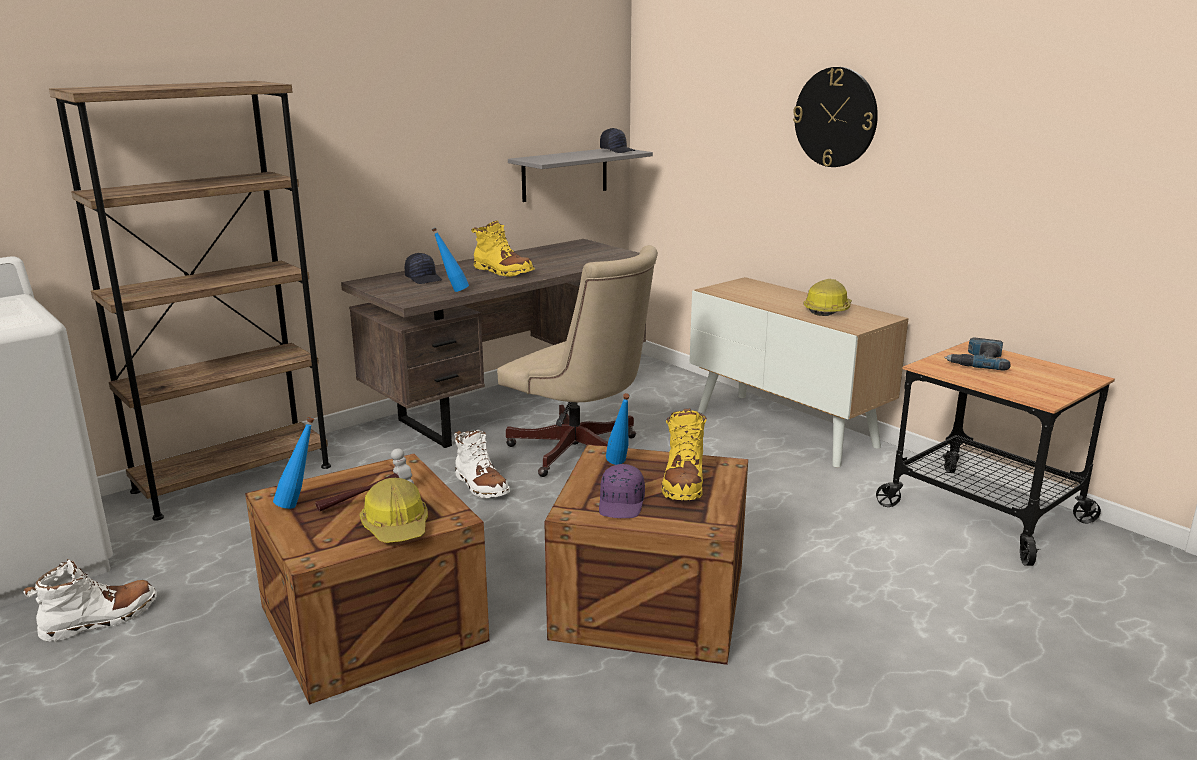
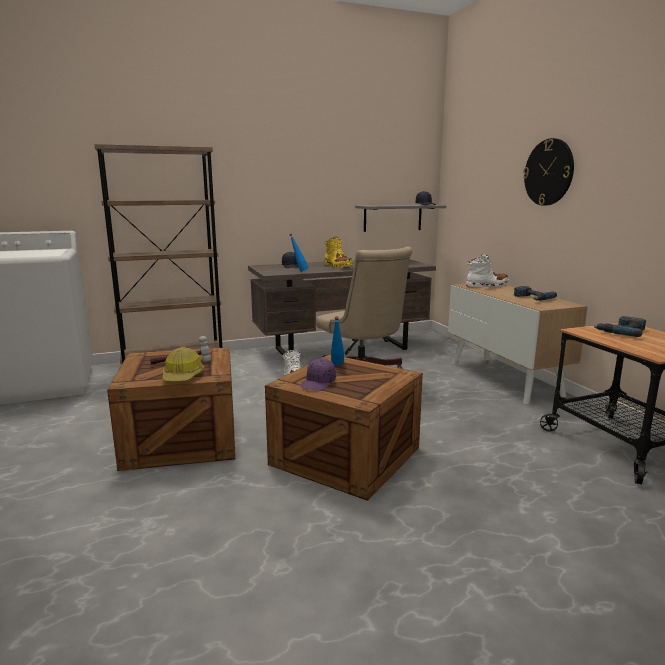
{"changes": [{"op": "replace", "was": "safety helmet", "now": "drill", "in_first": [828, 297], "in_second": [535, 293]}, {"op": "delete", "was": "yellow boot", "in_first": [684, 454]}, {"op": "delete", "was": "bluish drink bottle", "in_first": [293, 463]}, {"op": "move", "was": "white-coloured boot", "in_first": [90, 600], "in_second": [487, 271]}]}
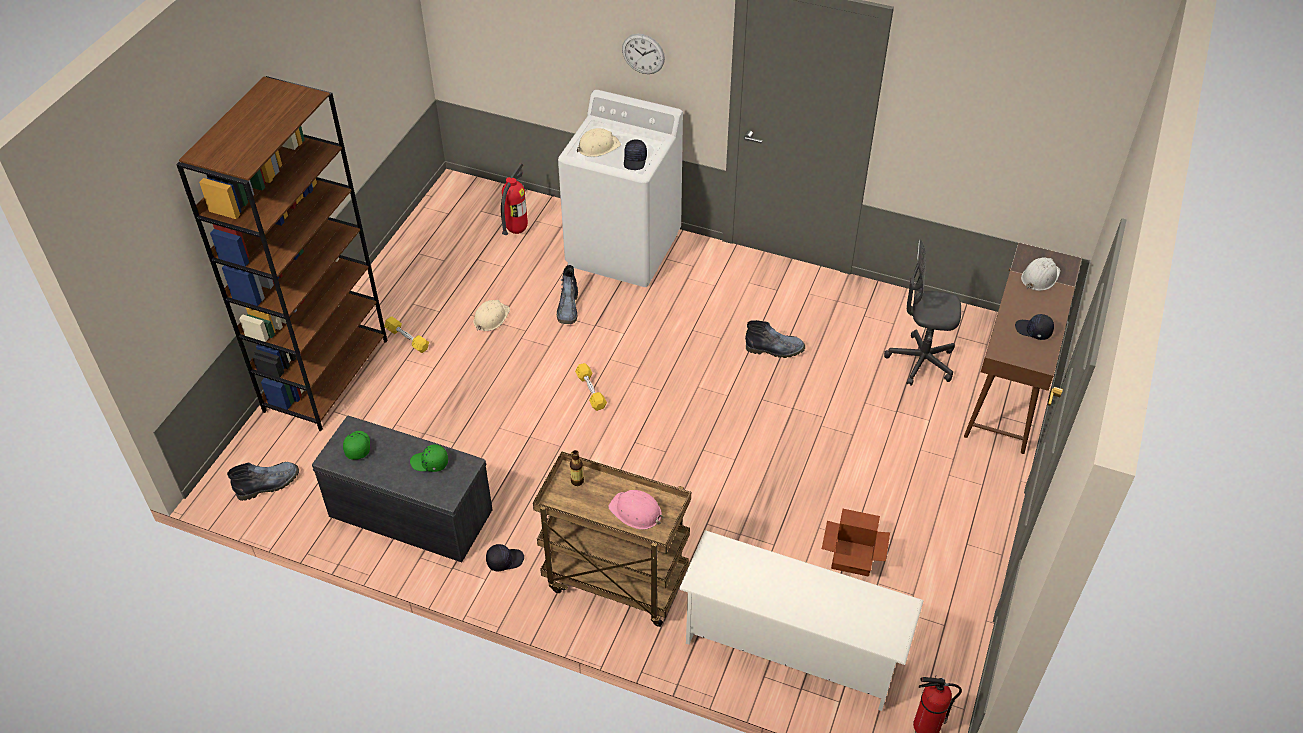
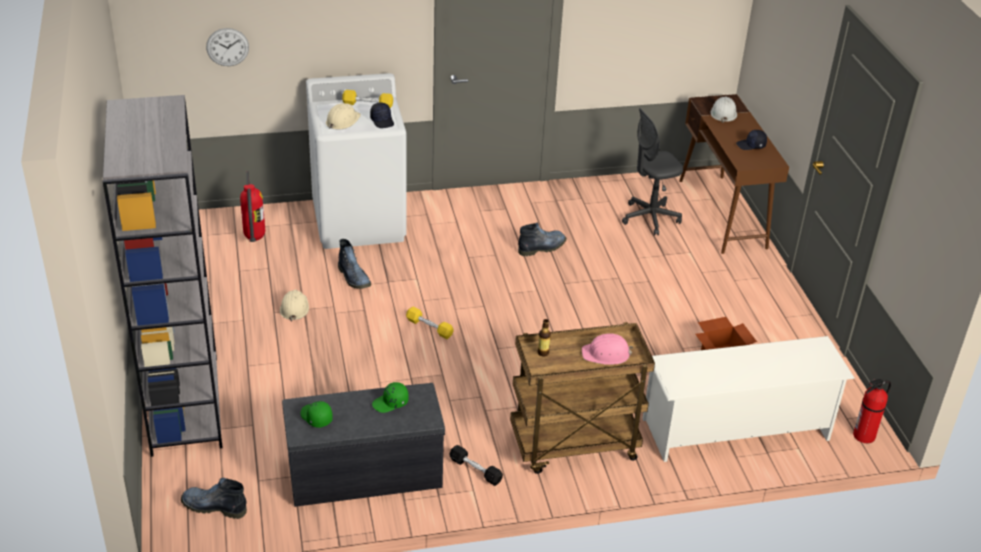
{"changes": [{"op": "move", "was": "wall clock", "in_first": [643, 54], "in_second": [227, 47]}, {"op": "recolor", "was": "brownish shelving unit", "now": "grey shelving unit", "in_first": [281, 253], "in_second": [163, 276]}, {"op": "move", "was": "yellow free weight", "in_first": [407, 334], "in_second": [367, 99]}, {"op": "rotate", "was": "boot", "in_first": [263, 481], "in_second": [214, 498], "clockwise": -105}, {"op": "replace", "was": "black-coloured baseball cap", "now": "black-coloured free weight", "in_first": [505, 557], "in_second": [476, 465]}]}
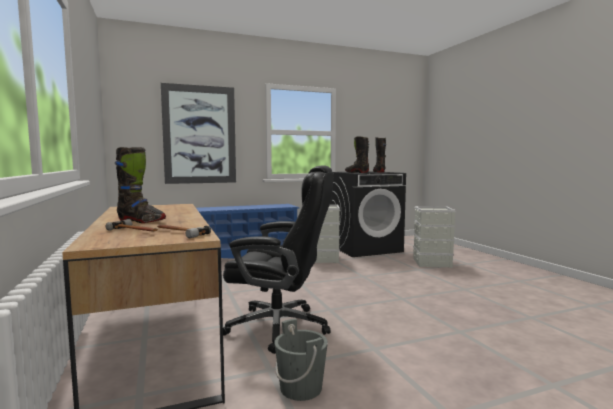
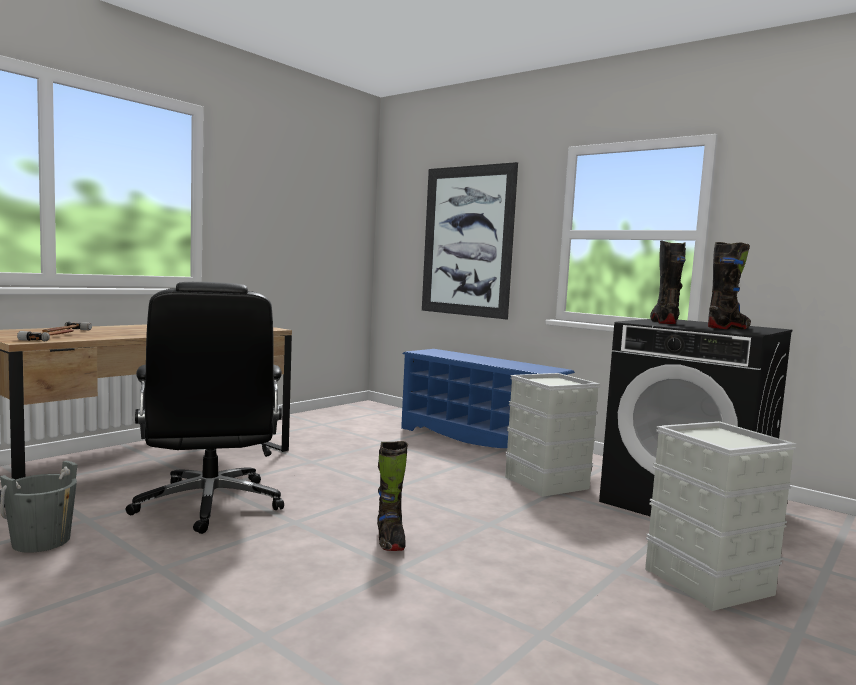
{"changes": [{"op": "move", "was": "black-coloured boot", "in_first": [140, 185], "in_second": [392, 496]}]}
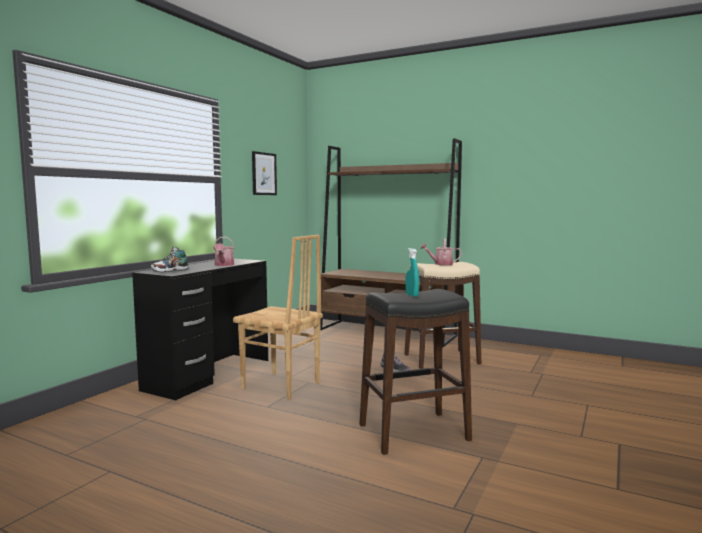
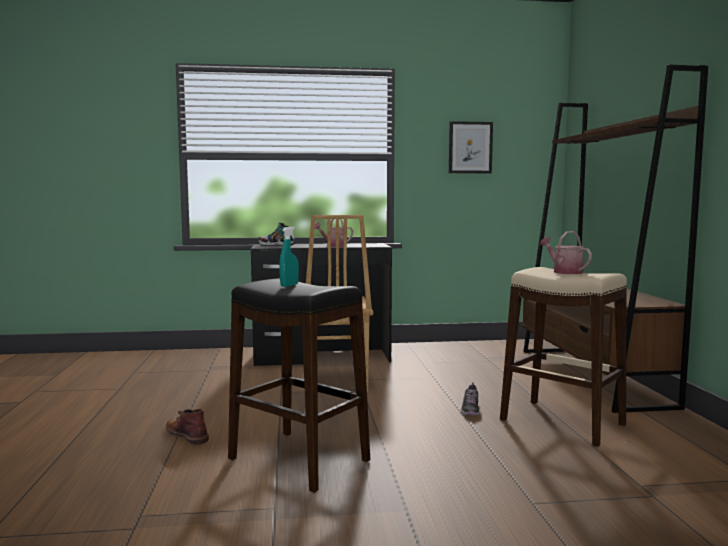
{"changes": [{"op": "insert", "now": "brownish boot", "in_second": [187, 427]}]}
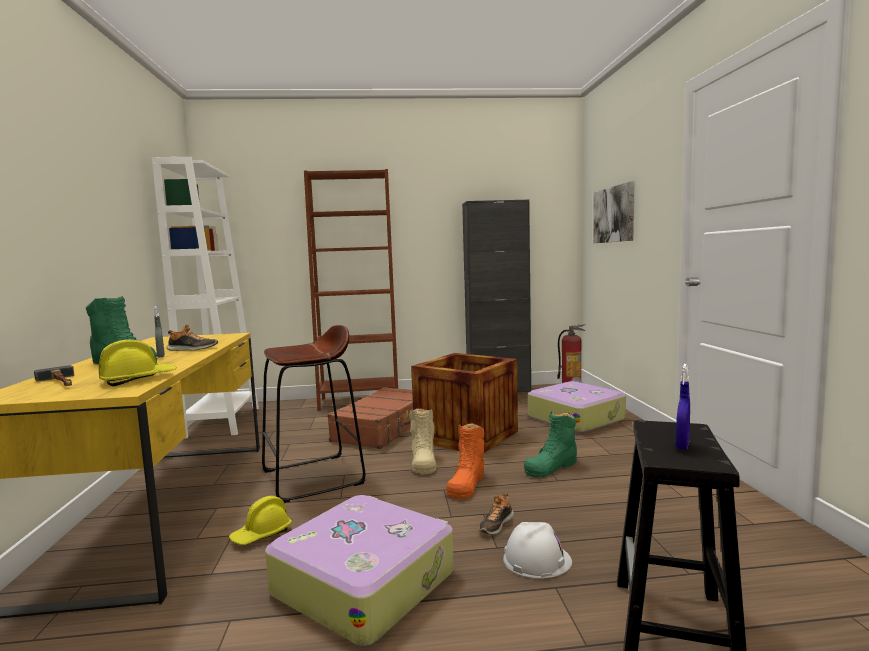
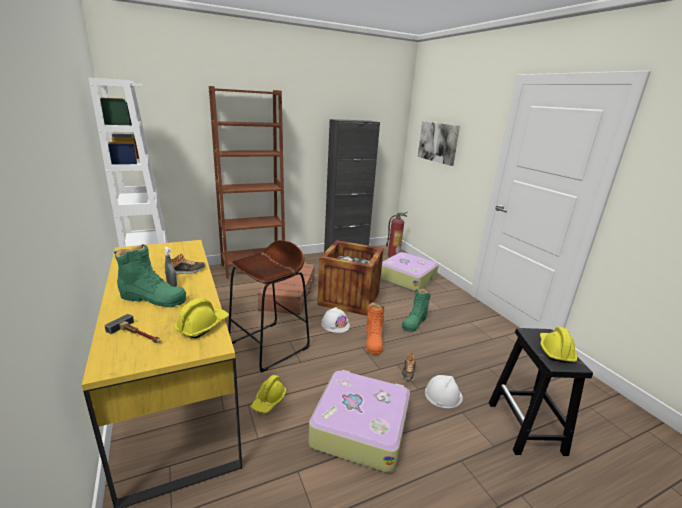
{"changes": [{"op": "replace", "was": "bluish hand sprayer", "now": "yellow safety helmet", "in_first": [683, 407], "in_second": [558, 345]}, {"op": "replace", "was": "beige boot", "now": "white-coloured safety helmet", "in_first": [423, 441], "in_second": [335, 320]}]}
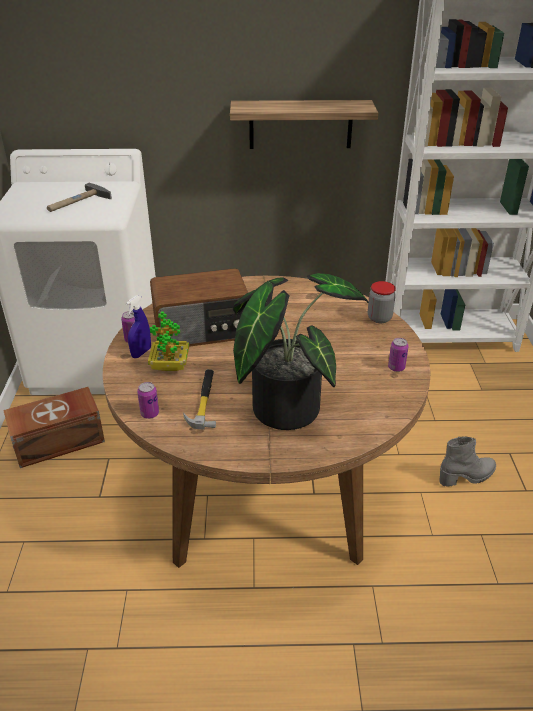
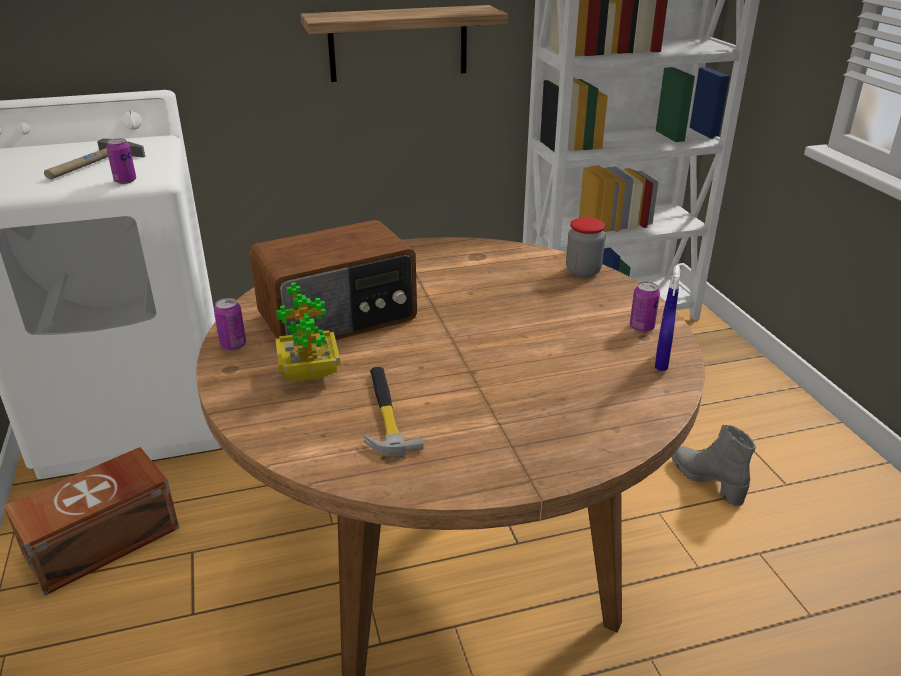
{"changes": [{"op": "delete", "was": "houseplant", "in_first": [300, 351]}, {"op": "move", "was": "bluish hand sprayer", "in_first": [138, 326], "in_second": [667, 318]}, {"op": "move", "was": "metal can", "in_first": [148, 400], "in_second": [121, 161]}, {"op": "rotate", "was": "grey boot", "in_first": [467, 461], "in_second": [714, 465], "clockwise": -90}]}
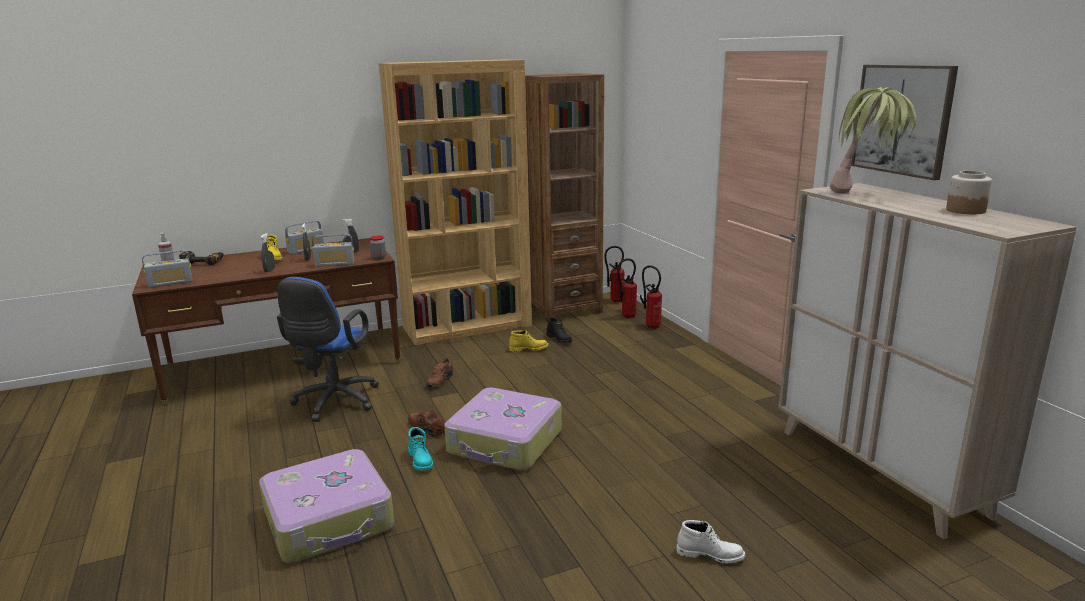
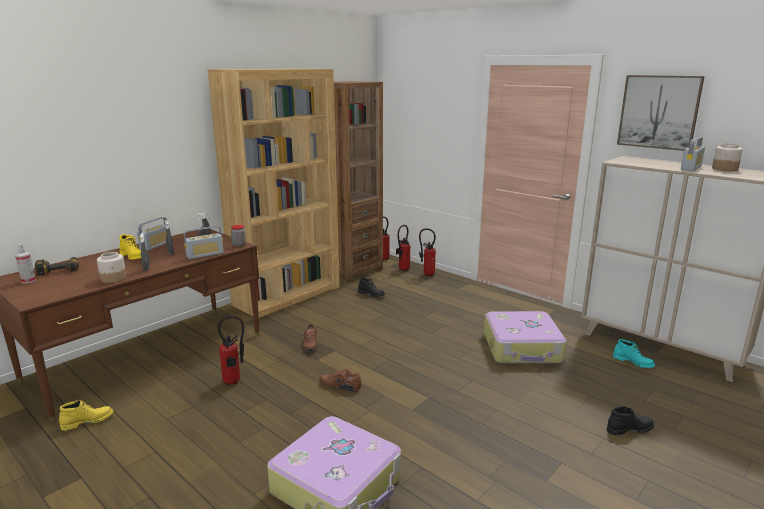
{"changes": [{"op": "delete", "was": "houseplant", "in_first": [873, 140]}, {"op": "move", "was": "radio set", "in_first": [167, 269], "in_second": [693, 154]}, {"op": "replace", "was": "bluish desk chair", "now": "fire extinguisher", "in_first": [328, 349], "in_second": [231, 350]}, {"op": "move", "was": "yellow boot", "in_first": [529, 341], "in_second": [86, 415]}, {"op": "move", "was": "suitcase", "in_first": [503, 429], "in_second": [525, 337]}, {"op": "move", "was": "turquoise-coloured boot", "in_first": [420, 448], "in_second": [634, 353]}, {"op": "recolor", "was": "white-coloured boot", "now": "black-coloured boot", "in_first": [710, 541], "in_second": [630, 420]}, {"op": "insert", "now": "jar", "in_second": [112, 267]}]}
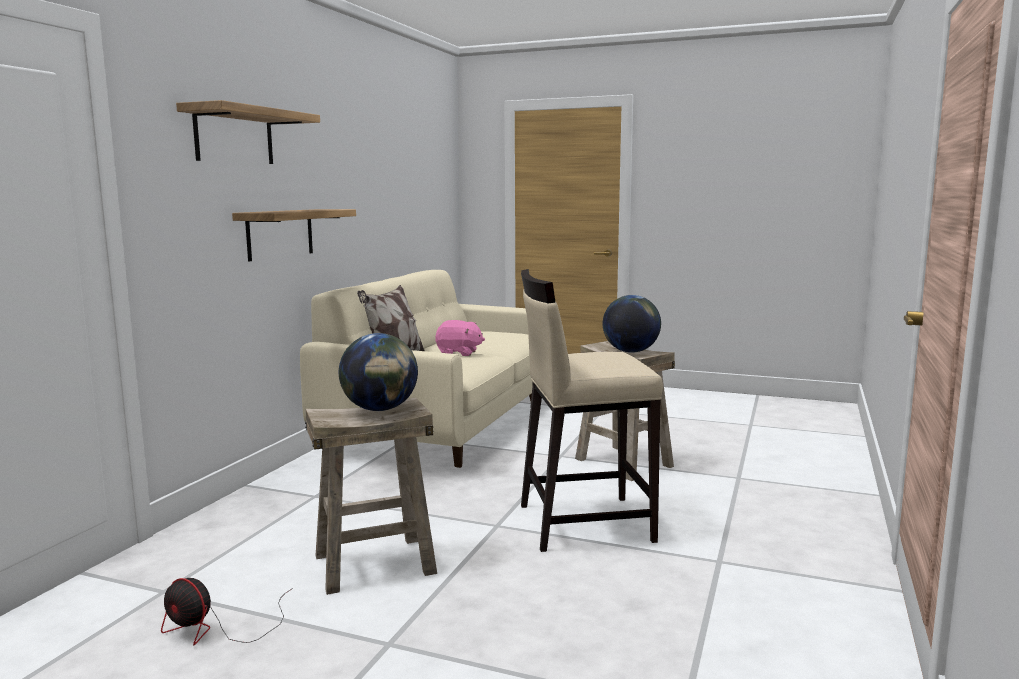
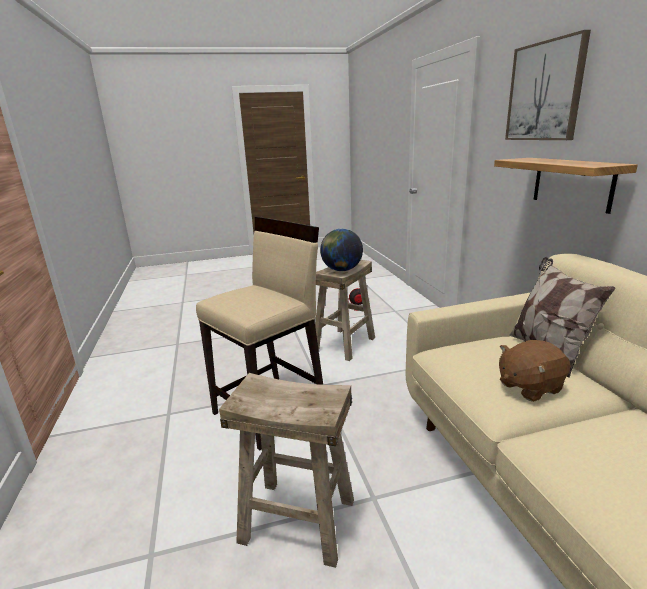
{"changes": [{"op": "replace", "was": "shelf", "now": "picture", "in_first": [248, 132], "in_second": [548, 85]}, {"op": "delete", "was": "desk globe", "in_first": [632, 324]}, {"op": "recolor", "was": "pink-coloured soft toy", "now": "brownish soft toy", "in_first": [460, 338], "in_second": [535, 371]}]}
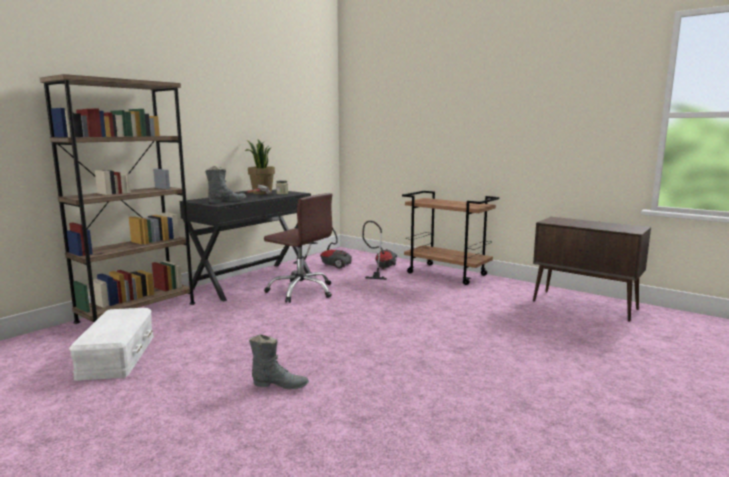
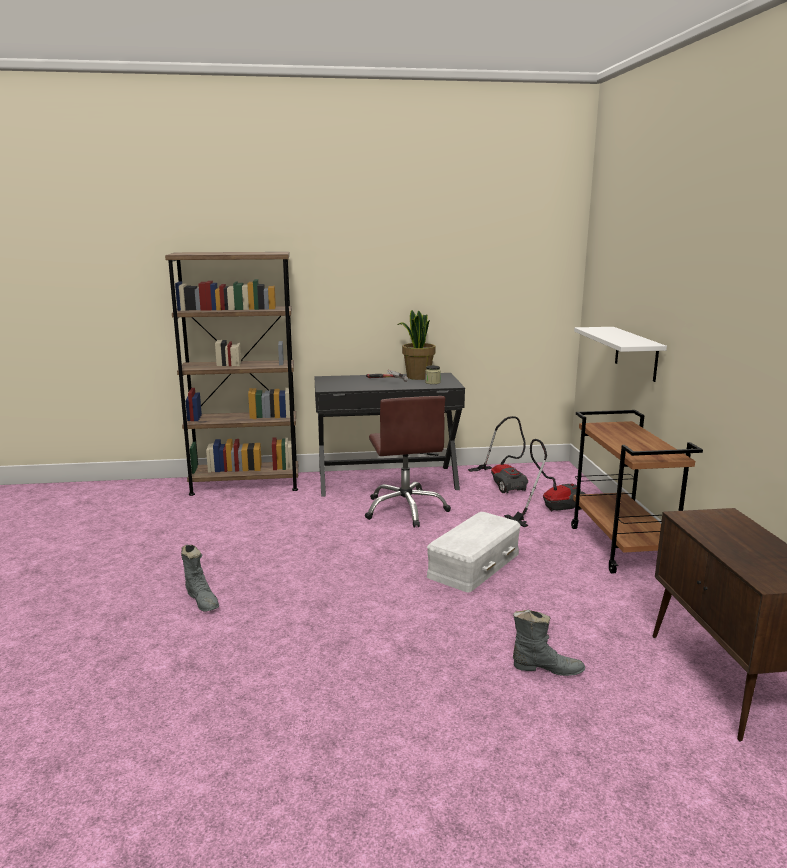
{"changes": [{"op": "move", "was": "grey boot", "in_first": [225, 184], "in_second": [549, 643]}, {"op": "move", "was": "white-coloured storage bin", "in_first": [111, 344], "in_second": [474, 552]}, {"op": "insert", "now": "white-coloured shelf", "in_second": [620, 354]}]}
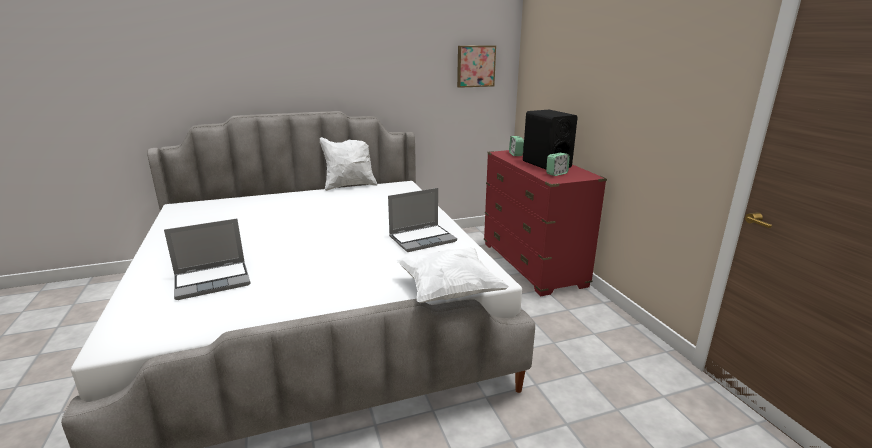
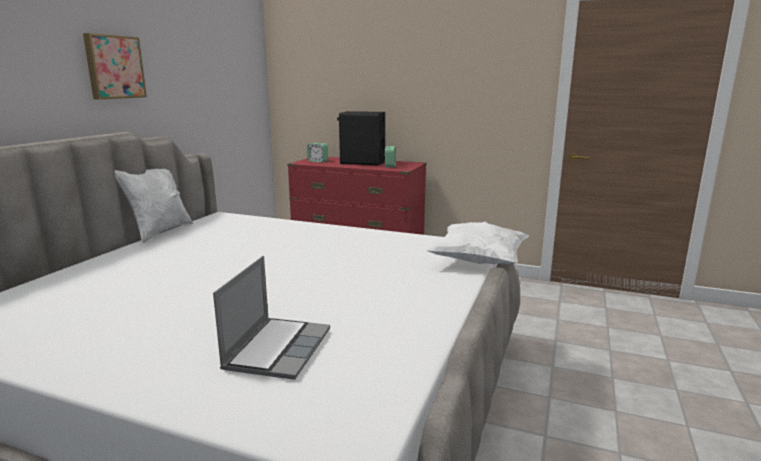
{"changes": [{"op": "move", "was": "picture", "in_first": [476, 67], "in_second": [115, 66]}, {"op": "delete", "was": "laptop", "in_first": [422, 220]}]}
